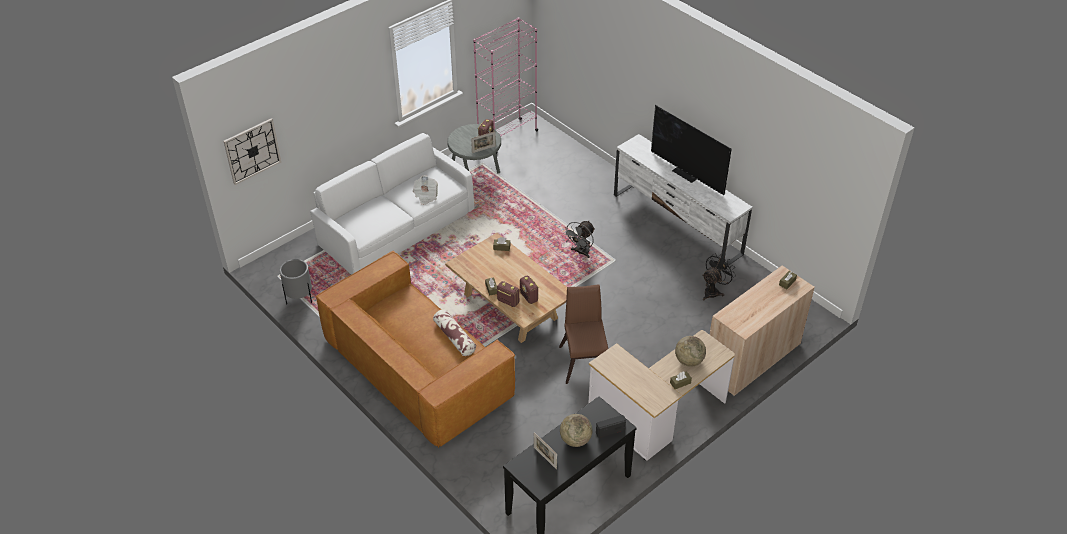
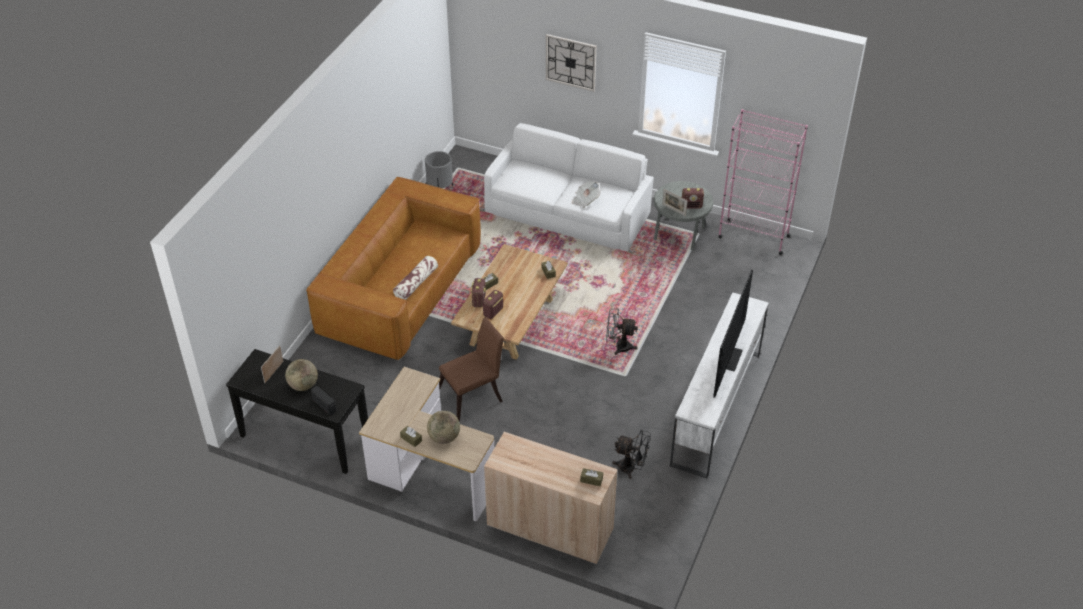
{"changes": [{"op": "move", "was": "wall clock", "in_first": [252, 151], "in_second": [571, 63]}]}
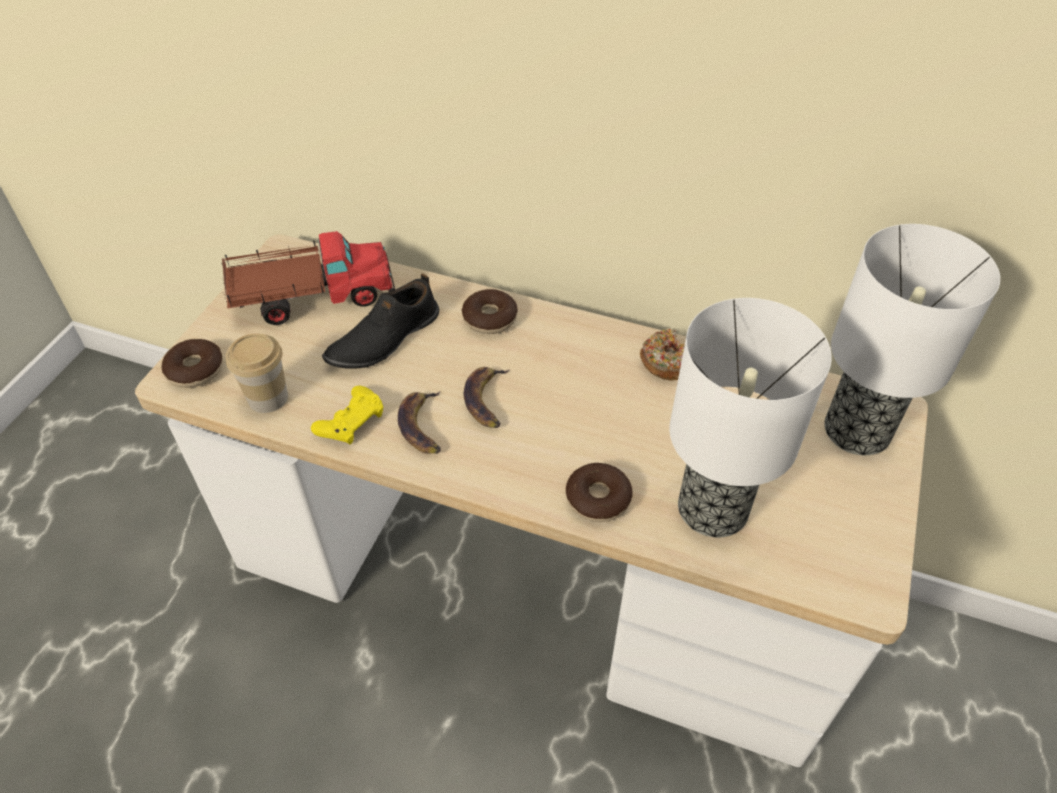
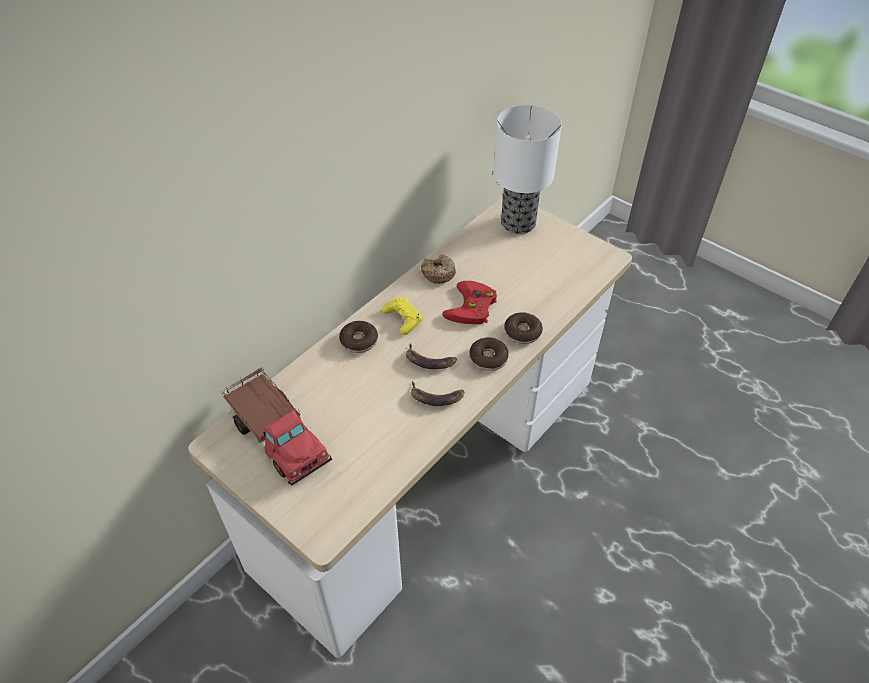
{"changes": [{"op": "rotate", "was": "model truck", "in_first": [308, 278], "in_second": [277, 426], "clockwise": 135}, {"op": "delete", "was": "black-coloured item of footwear", "in_first": [380, 321]}, {"op": "delete", "was": "tabletop lamp", "in_first": [750, 417]}, {"op": "delete", "was": "small cup", "in_first": [256, 373]}, {"op": "move", "was": "ring doughnut", "in_first": [192, 363], "in_second": [489, 354]}, {"op": "move", "was": "yellow gamepad", "in_first": [347, 415], "in_second": [402, 316]}, {"op": "insert", "now": "reddish gamepad", "in_second": [470, 302]}]}
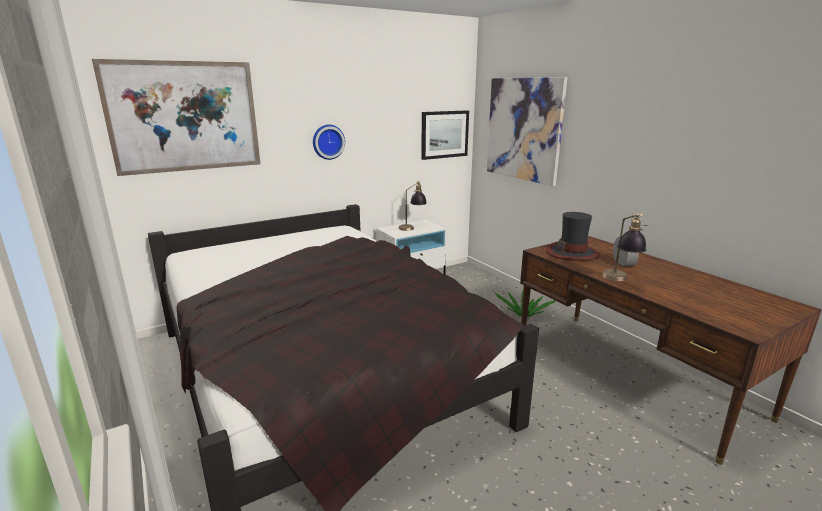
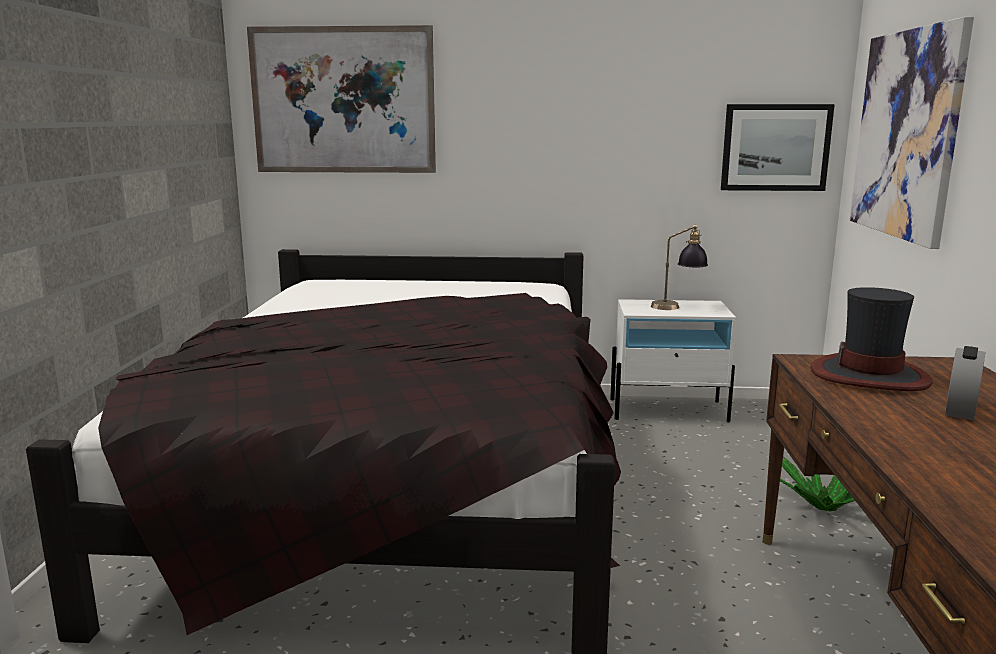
{"changes": [{"op": "delete", "was": "wall clock", "in_first": [329, 142]}, {"op": "delete", "was": "tabletop lamp", "in_first": [625, 247]}]}
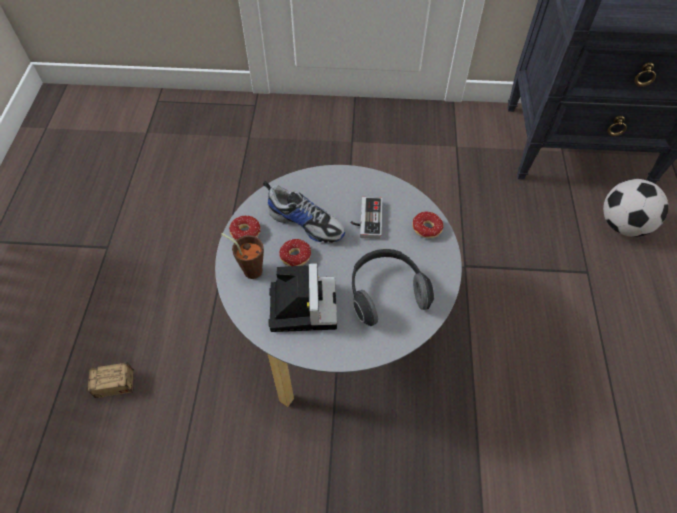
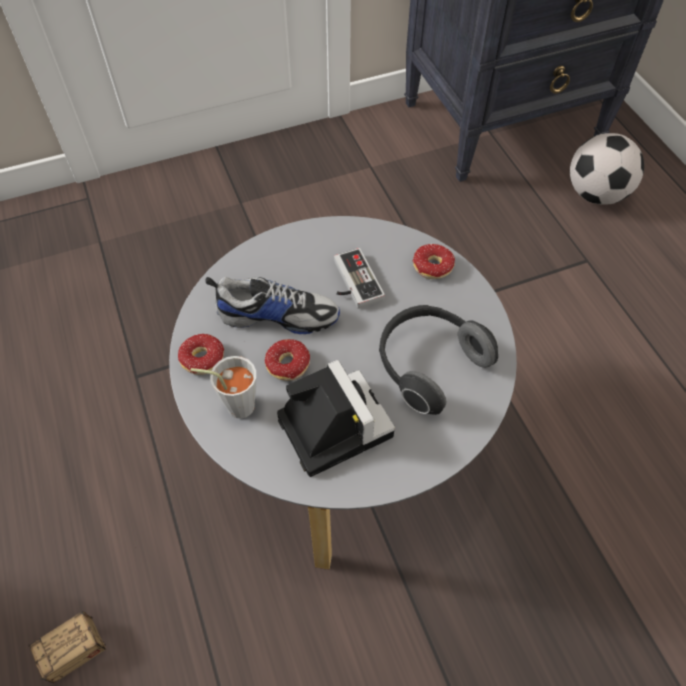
{"changes": [{"op": "recolor", "was": "brownish small cup", "now": "grey small cup", "in_first": [242, 256], "in_second": [223, 387]}]}
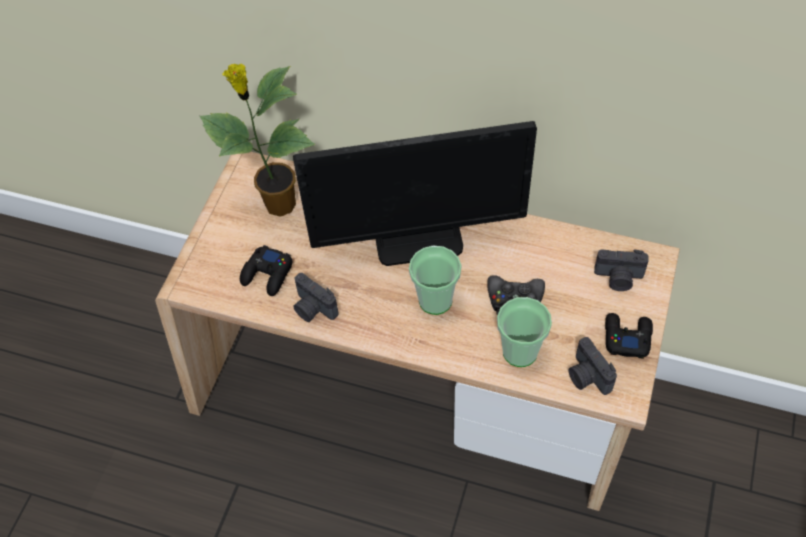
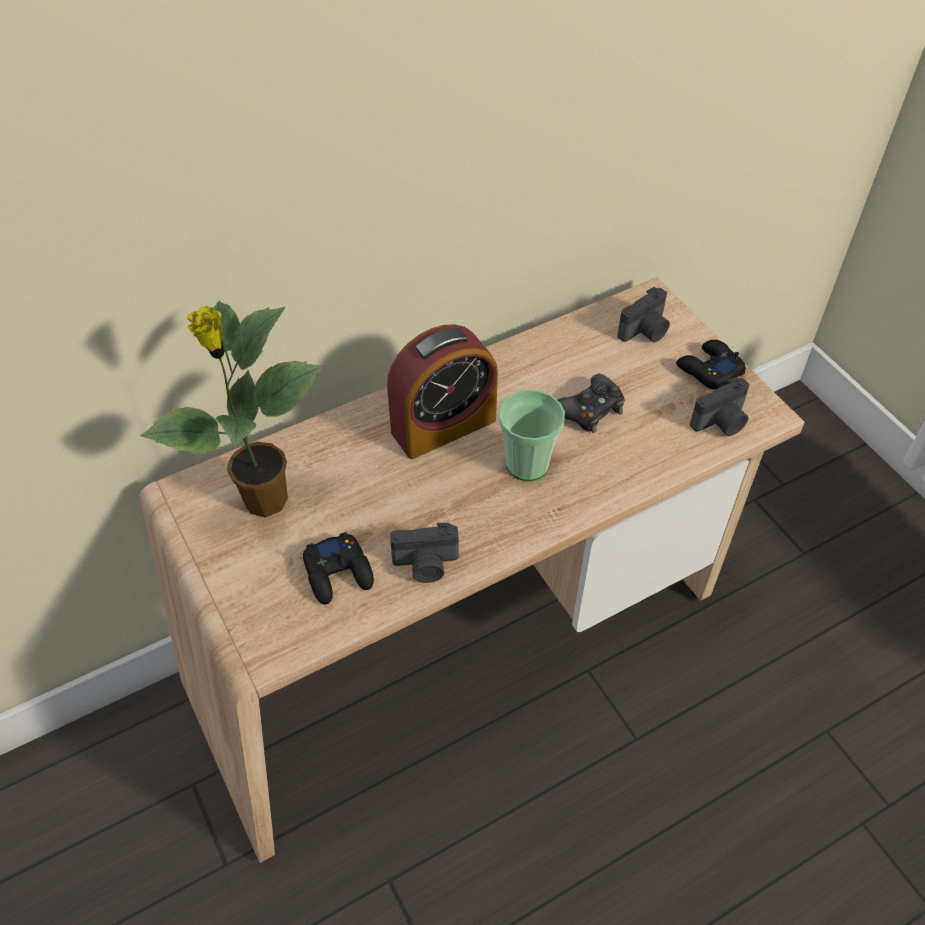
{"changes": [{"op": "replace", "was": "computer display", "now": "alarm clock", "in_first": [415, 193], "in_second": [442, 391]}, {"op": "delete", "was": "small cup", "in_first": [524, 332]}, {"op": "rotate", "was": "photo camera", "in_first": [593, 366], "in_second": [719, 406], "clockwise": -45}]}
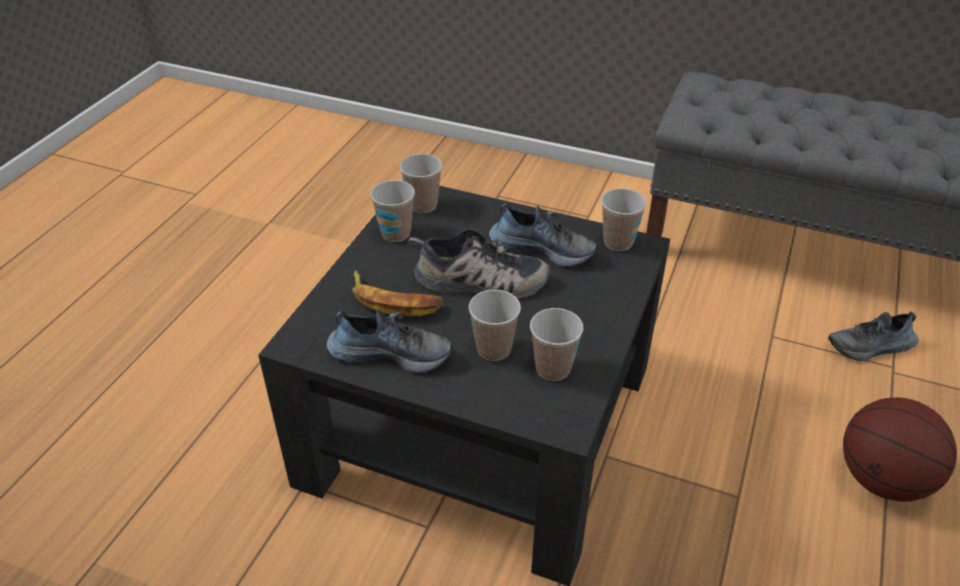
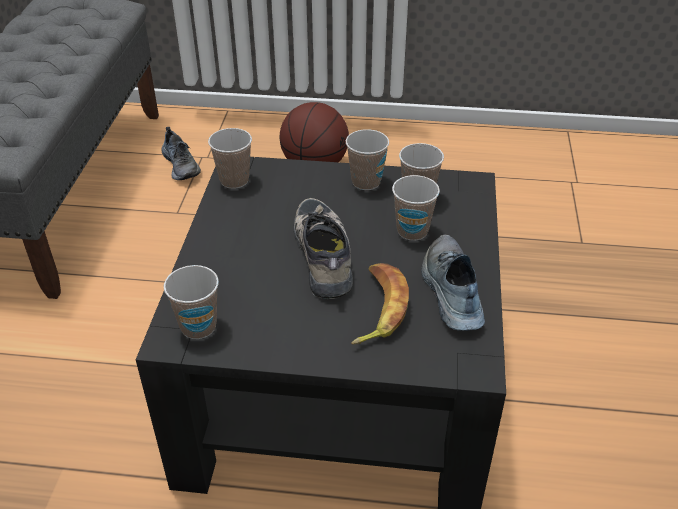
{"changes": [{"op": "move", "was": "small cup", "in_first": [392, 211], "in_second": [367, 159]}, {"op": "delete", "was": "item of footwear", "in_first": [543, 234]}]}
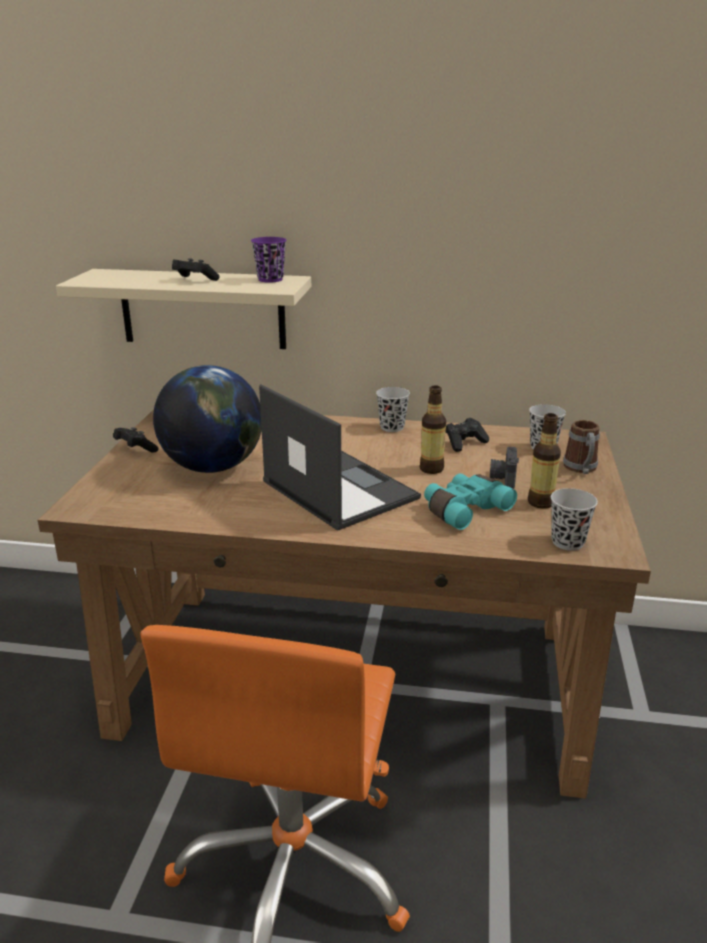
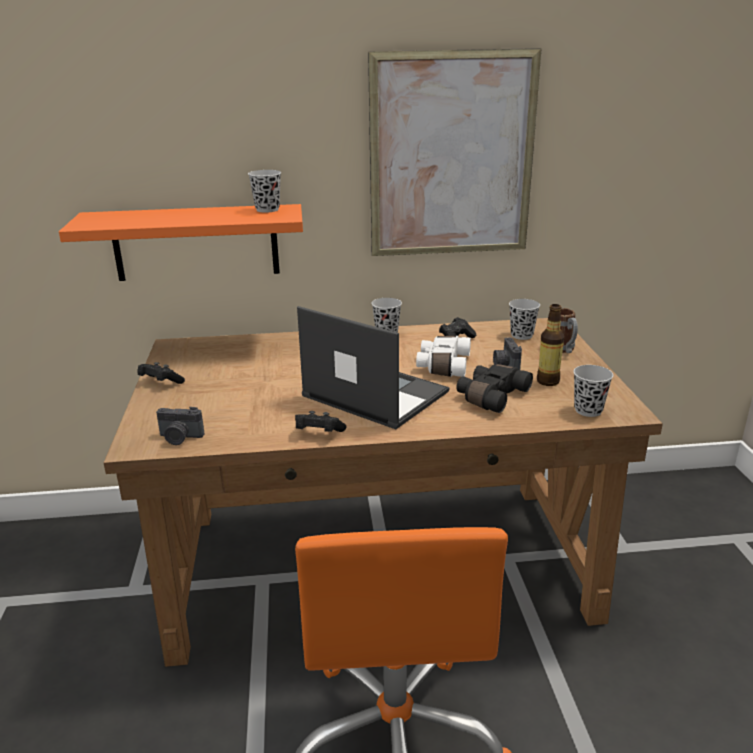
{"changes": [{"op": "recolor", "was": "purplish small cup", "now": "black-coloured small cup", "in_first": [269, 260], "in_second": [264, 191]}, {"op": "move", "was": "black-coloured gamepad", "in_first": [195, 269], "in_second": [321, 421]}, {"op": "recolor", "was": "beige shelf", "now": "orangey shelf", "in_first": [183, 309], "in_second": [181, 242]}, {"op": "delete", "was": "desk globe", "in_first": [207, 419]}, {"op": "replace", "was": "drink bottle", "now": "white-coloured binoculars", "in_first": [433, 429], "in_second": [443, 356]}, {"op": "recolor", "was": "turquoise-coloured binoculars", "now": "black-coloured binoculars", "in_first": [470, 501], "in_second": [494, 388]}, {"op": "insert", "now": "picture", "in_second": [454, 152]}, {"op": "insert", "now": "photo camera", "in_second": [180, 426]}]}
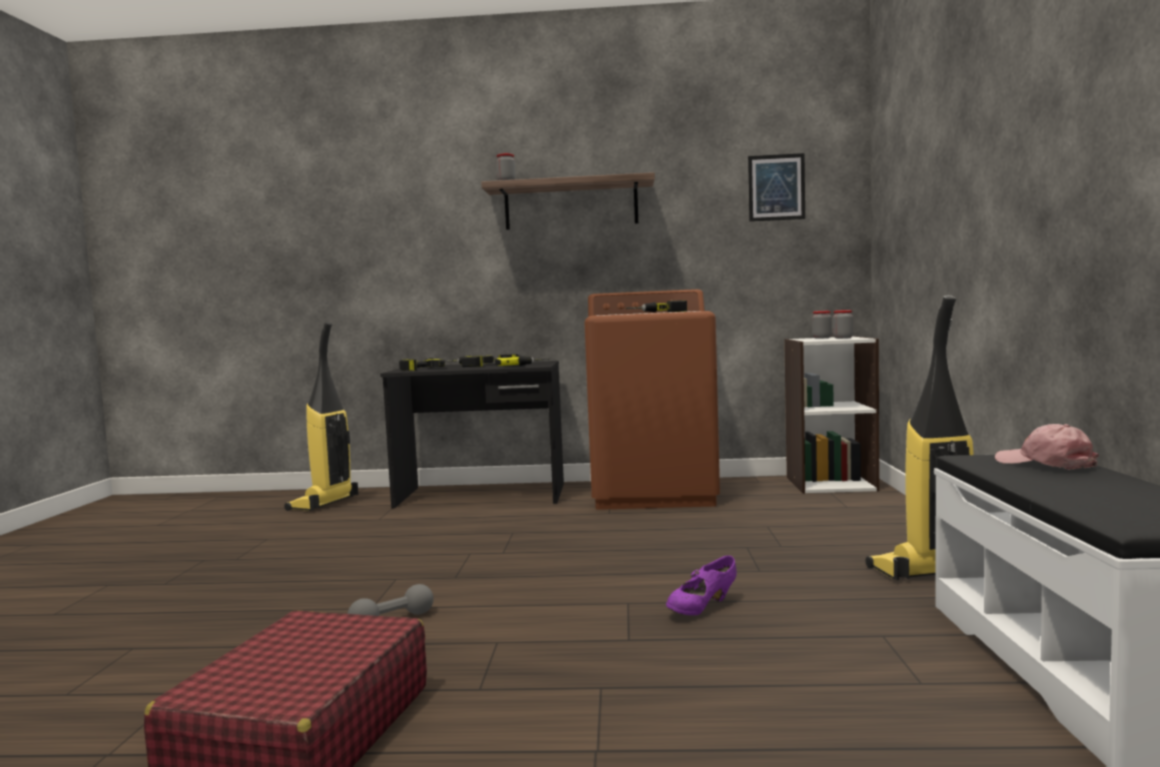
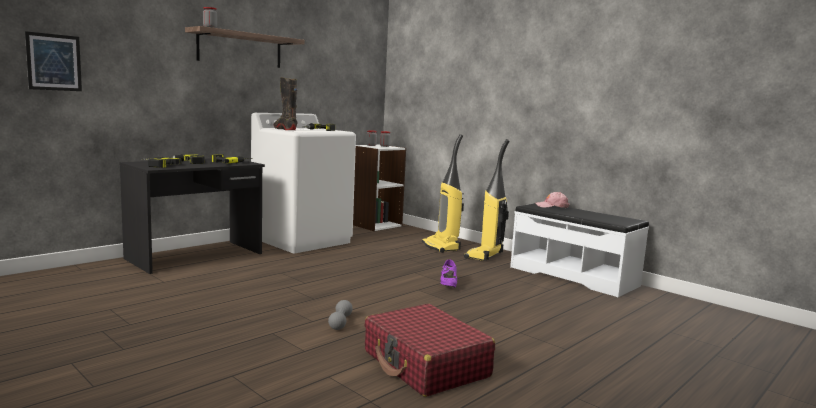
{"changes": [{"op": "move", "was": "picture", "in_first": [776, 187], "in_second": [53, 61]}, {"op": "recolor", "was": "brownish washing machine", "now": "white-coloured washing machine", "in_first": [652, 399], "in_second": [303, 183]}, {"op": "move", "was": "vacuum", "in_first": [321, 416], "in_second": [443, 193]}, {"op": "insert", "now": "black-coloured boot", "in_second": [286, 103]}]}
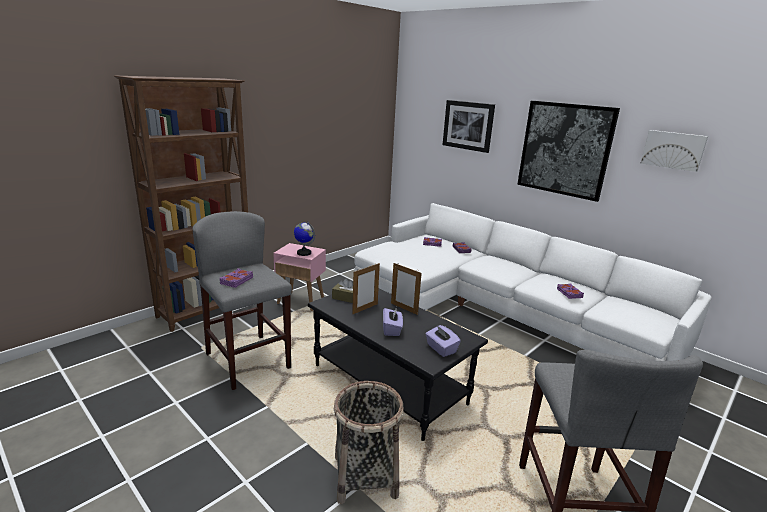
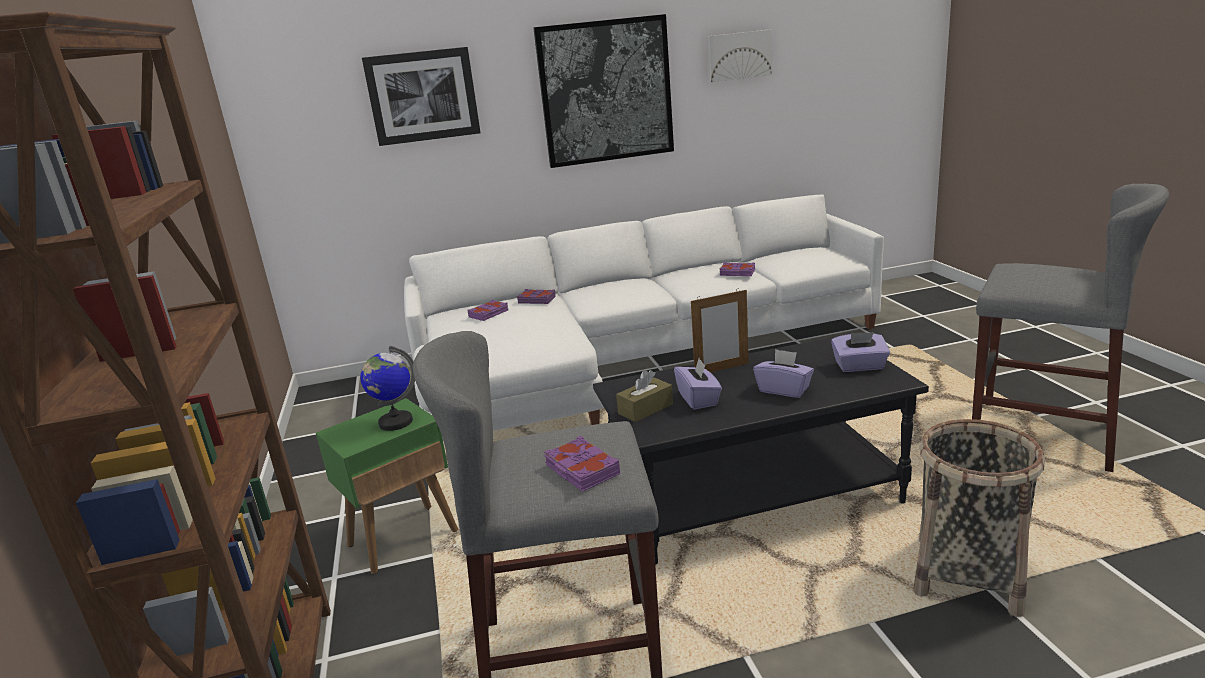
{"changes": [{"op": "recolor", "was": "pink-coloured side table", "now": "green-coloured side table", "in_first": [299, 277], "in_second": [387, 486]}, {"op": "replace", "was": "picture frame", "now": "purplish tissue holder", "in_first": [366, 288], "in_second": [698, 384]}]}
